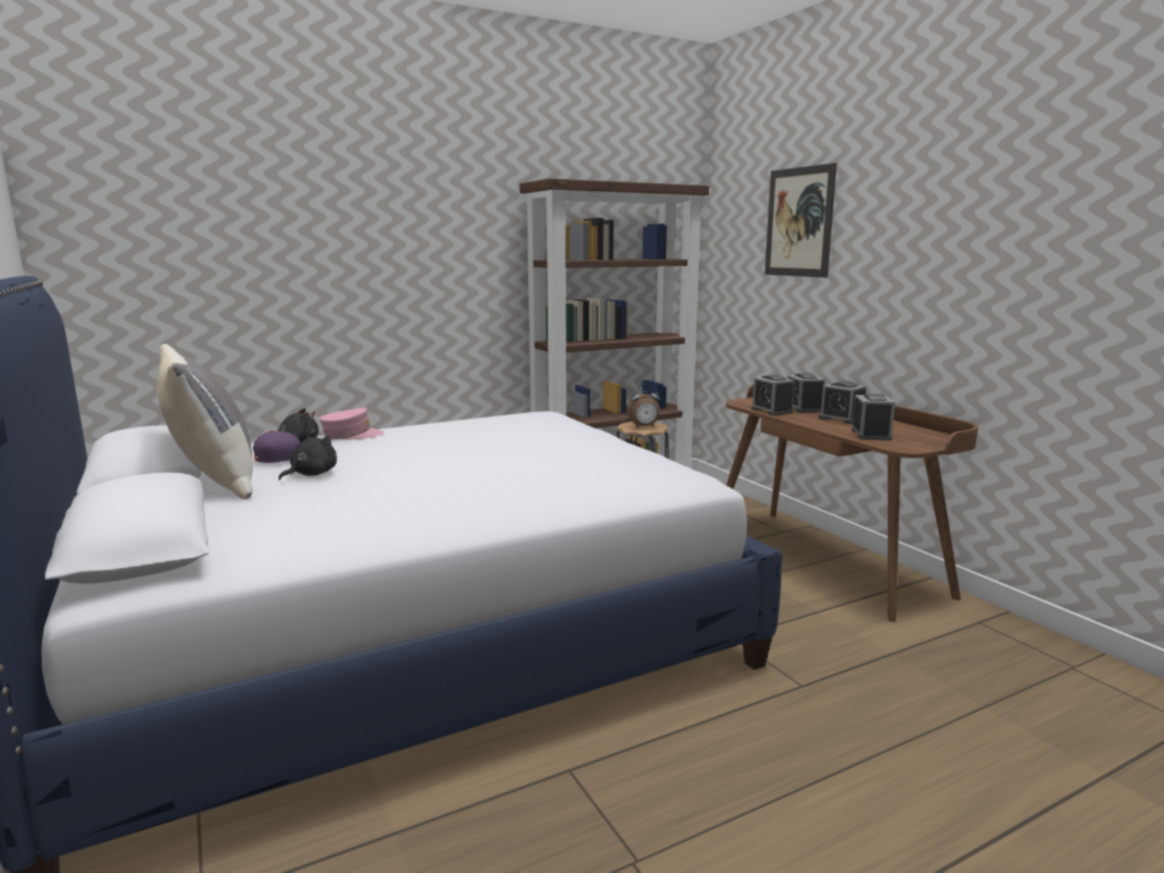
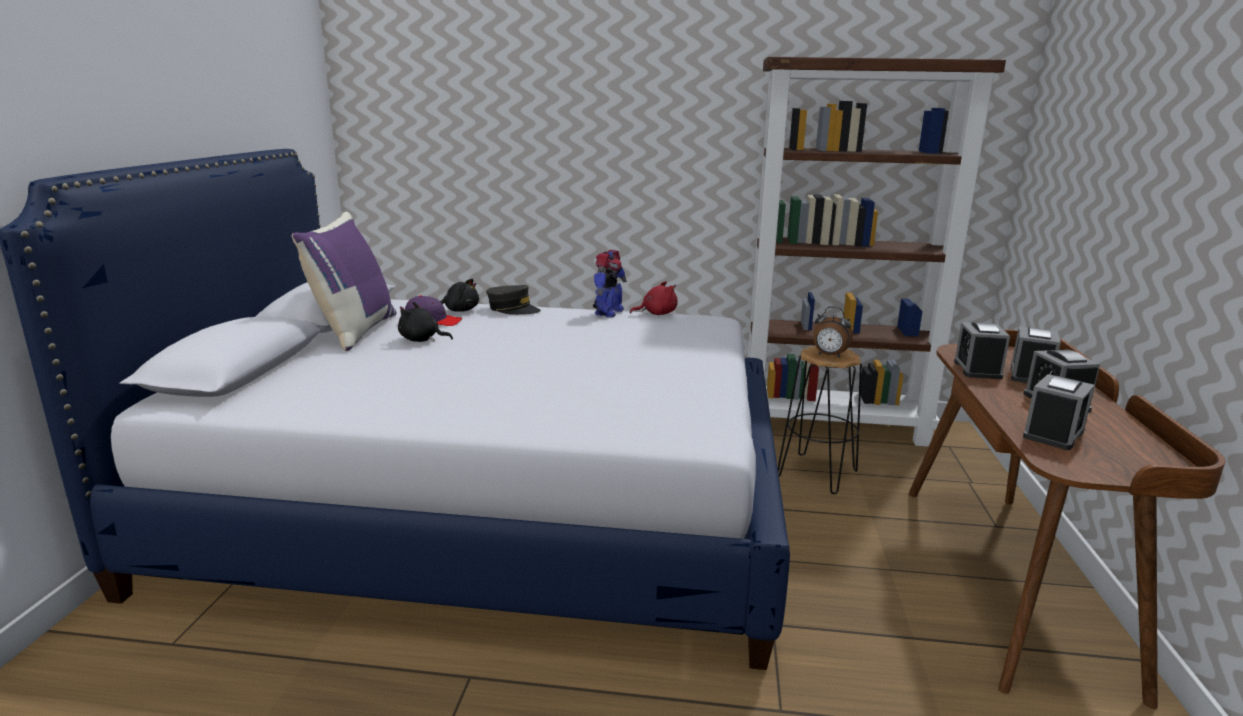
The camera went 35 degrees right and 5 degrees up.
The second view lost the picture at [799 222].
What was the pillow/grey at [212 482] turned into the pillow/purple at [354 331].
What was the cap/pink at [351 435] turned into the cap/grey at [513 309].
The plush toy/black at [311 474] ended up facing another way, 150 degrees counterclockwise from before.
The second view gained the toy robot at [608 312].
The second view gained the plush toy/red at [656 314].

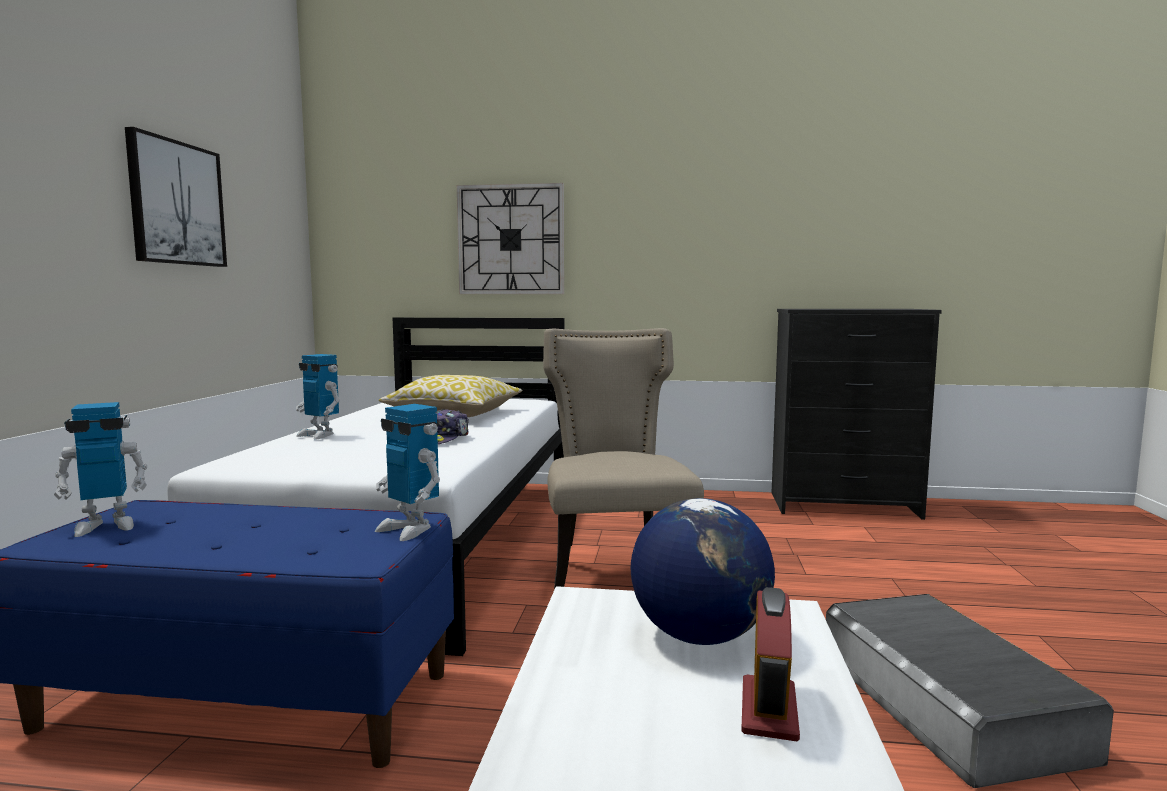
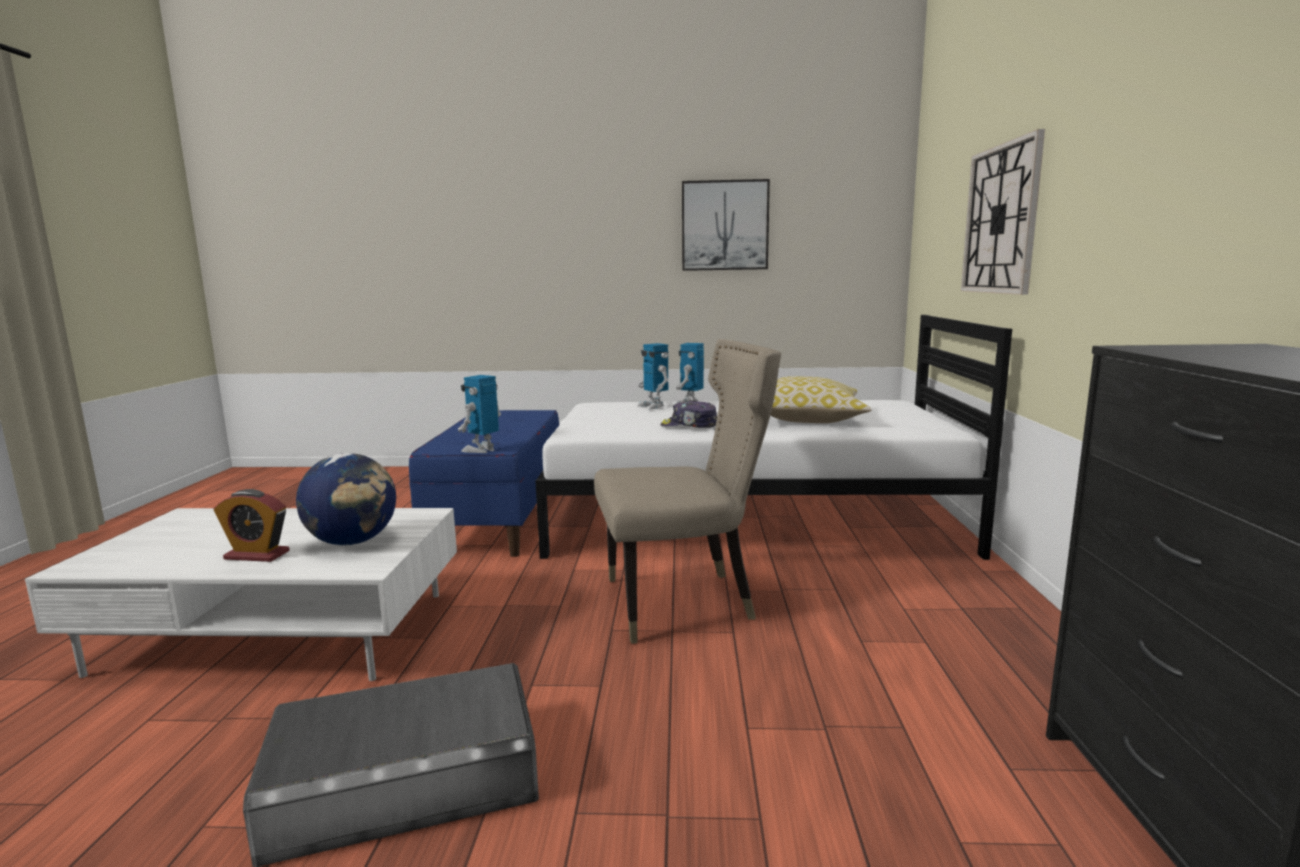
The camera went 85 degrees right and 5 degrees up.
The toy robot ended up elsewhere, having gone from [106 526] to [653 406].

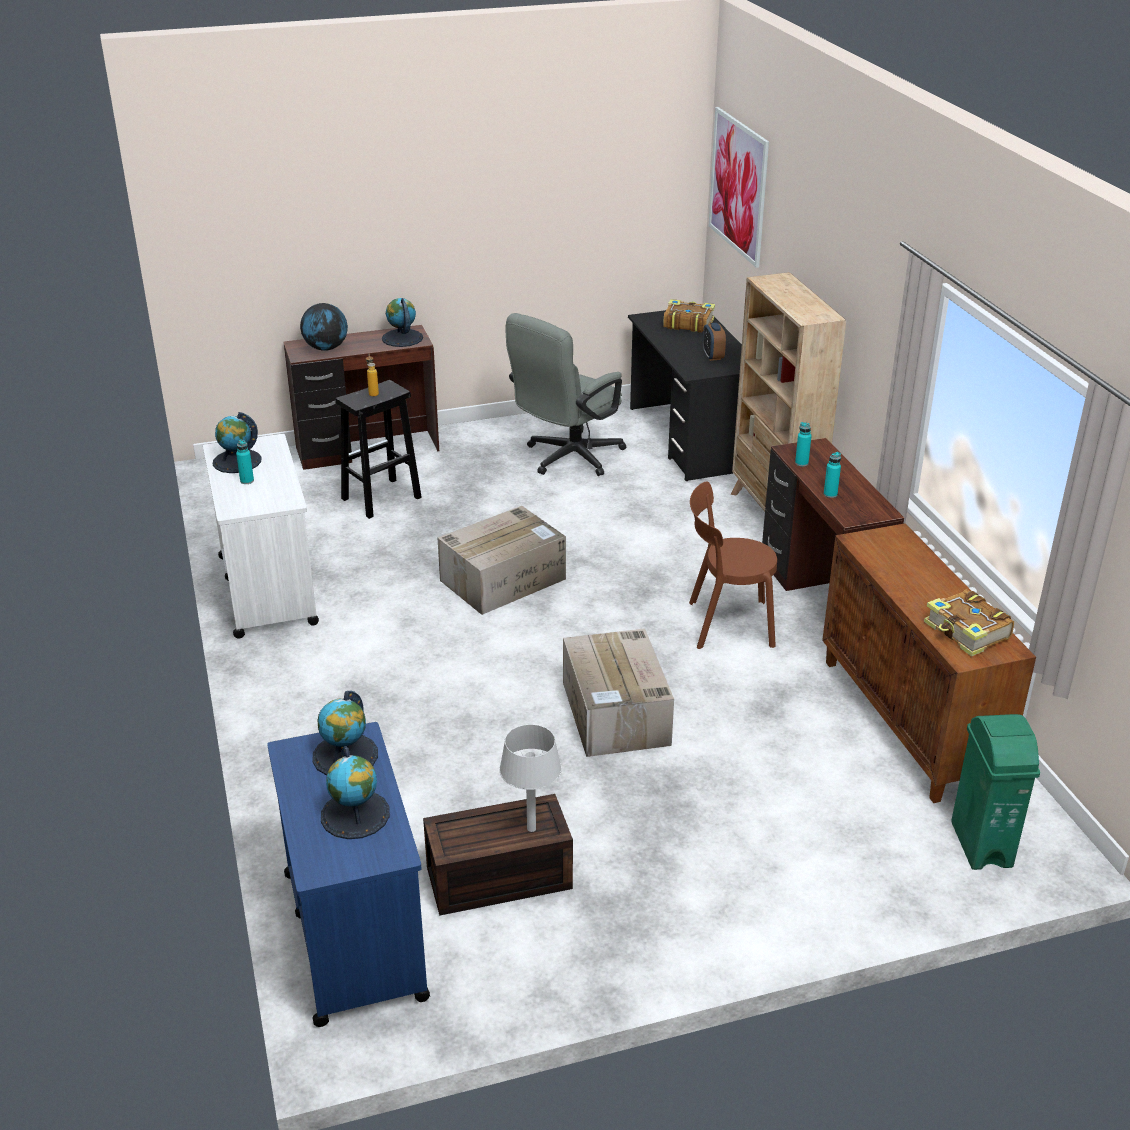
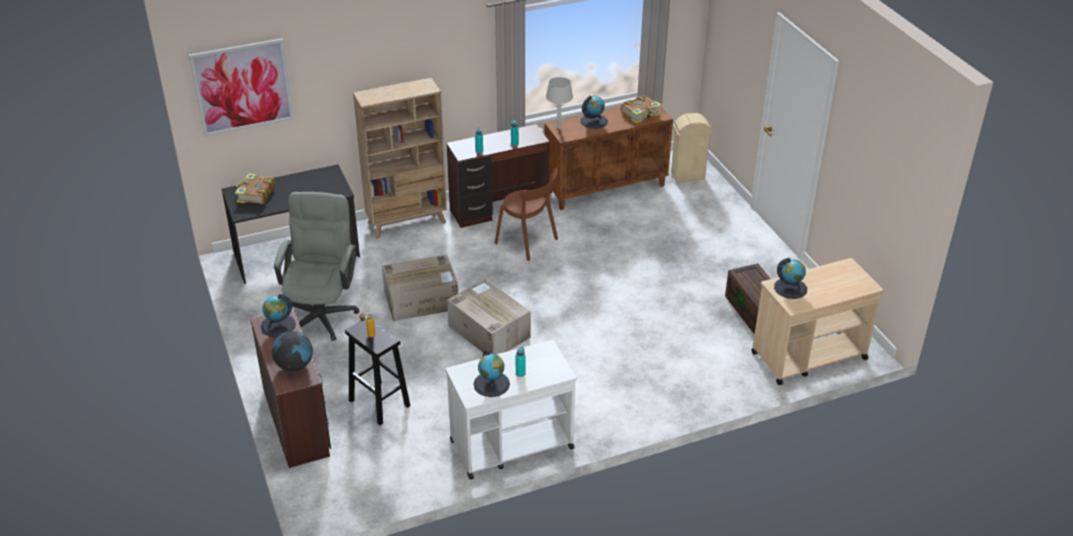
The camera went 95 degrees left and 5 degrees up.
The office chair/grey at [567 459] ended up facing another way, 120 degrees counterclockwise from before.
The second view lost the alarm clock at [713 356].
The chair/brown at [725 624] ended up facing another way, 45 degrees counterclockwise from before.
The cardboard box ended up elsewhere, having gone from [616 714] to [422 299].
What was the trash can/green at [981 844] turned into the trash can/beige at [687 176].
What was the cart/blue at [354 933] turned into the cart/beige at [808 356].
The table lamp/grey ended up elsewhere, having gone from [532 828] to [558 127].
The globe ended up elsewhere, having gone from [355 814] to [594 121].

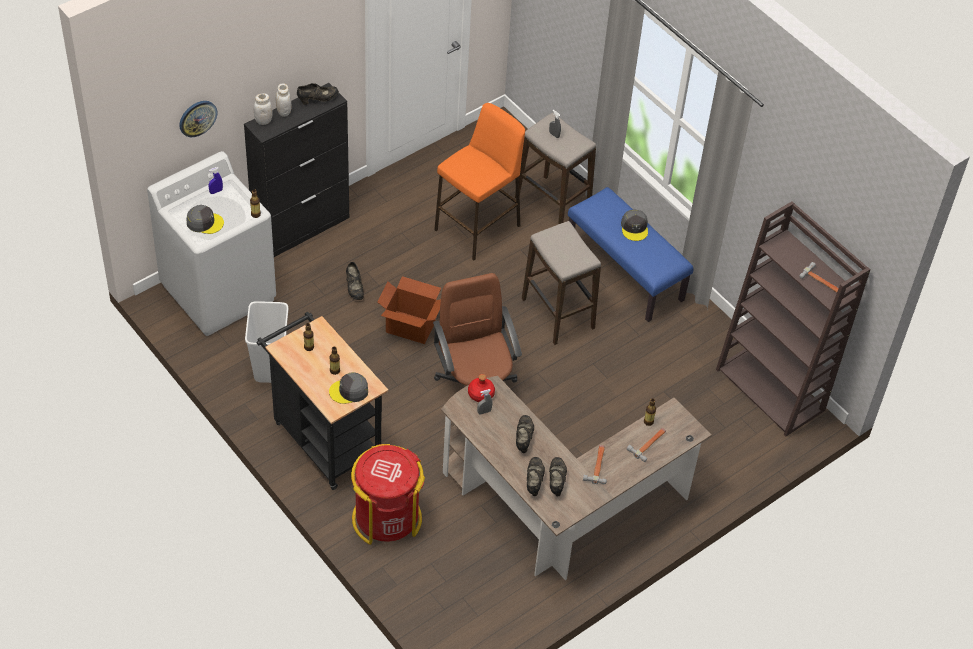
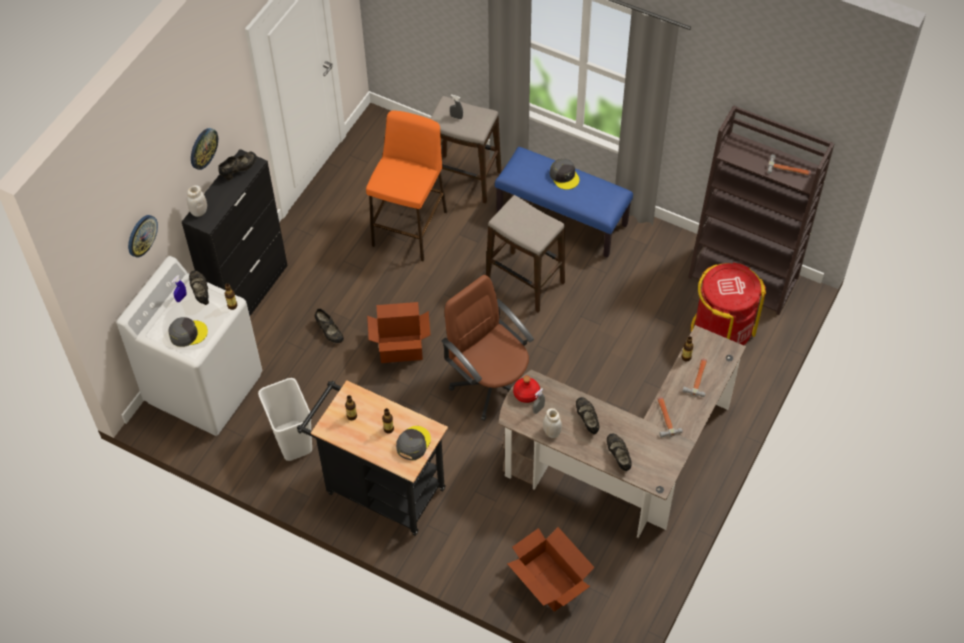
The camera went 20 degrees left and 5 degrees up.
The jar/white ended up elsewhere, having gone from [284 112] to [551 432].
The cap/grey at [349 391] ended up facing another way, 150 degrees clockwise from before.
The trash can/red ended up elsewhere, having gone from [386 518] to [721 330].
The shoe/black ended up elsewhere, having gone from [556 481] to [200 292].
The second view gained the wall clock at [203 148].
The second view gained the cardboard box at [549 581].

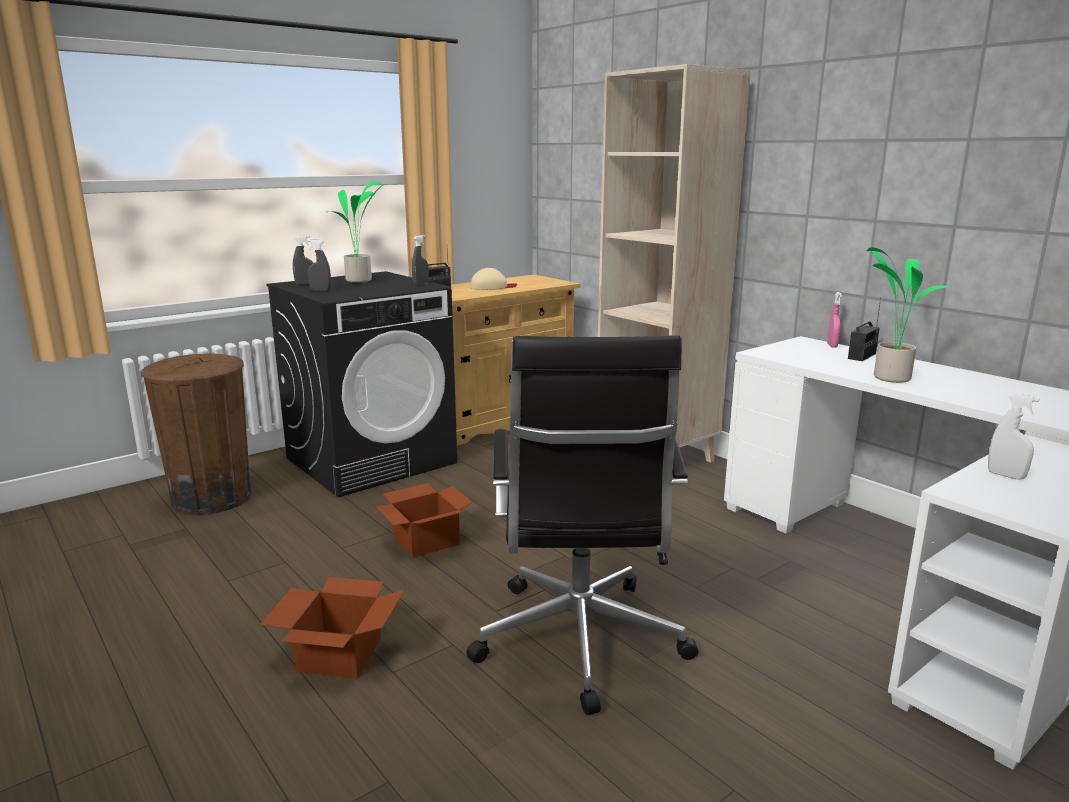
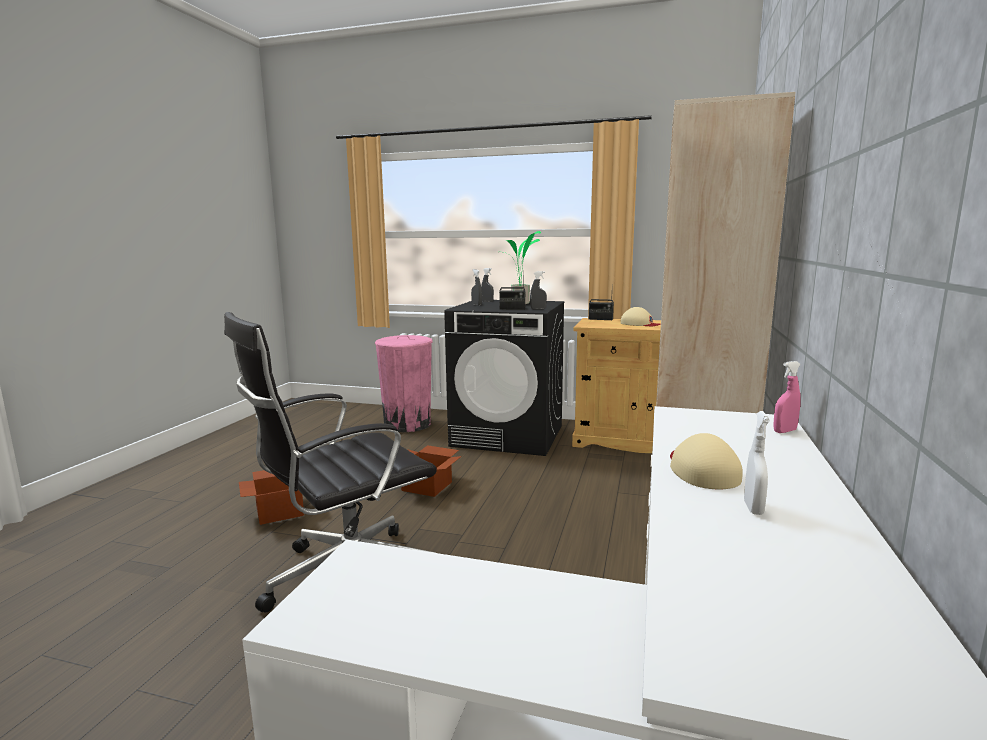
The camera went 55 degrees right and 5 degrees down.
Where the potted plant stood at [890 377], the cap/beige came to stand at [701 470].
The radio ended up elsewhere, having gone from [862 356] to [512 309].
What was the trash can/brown at [212 498] turned into the trash can/pink at [407 424].
The spray bottle/white ended up elsewhere, having gone from [1006 475] to [753 508].

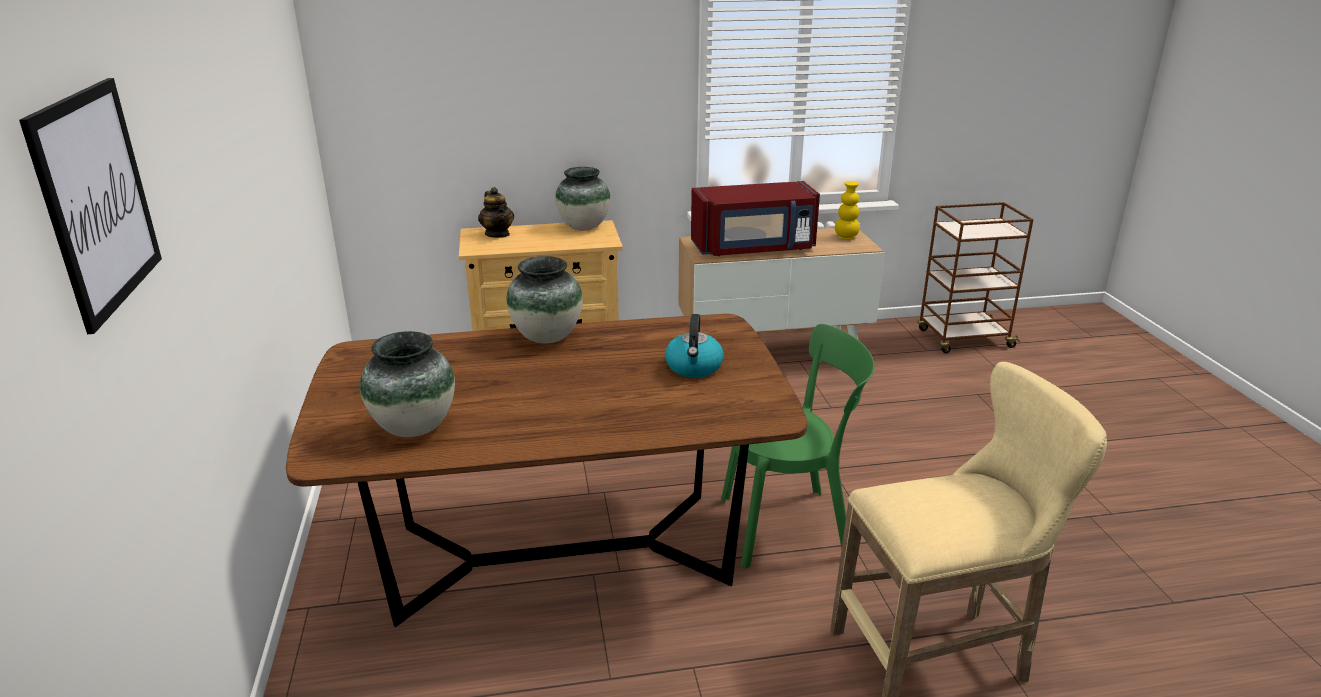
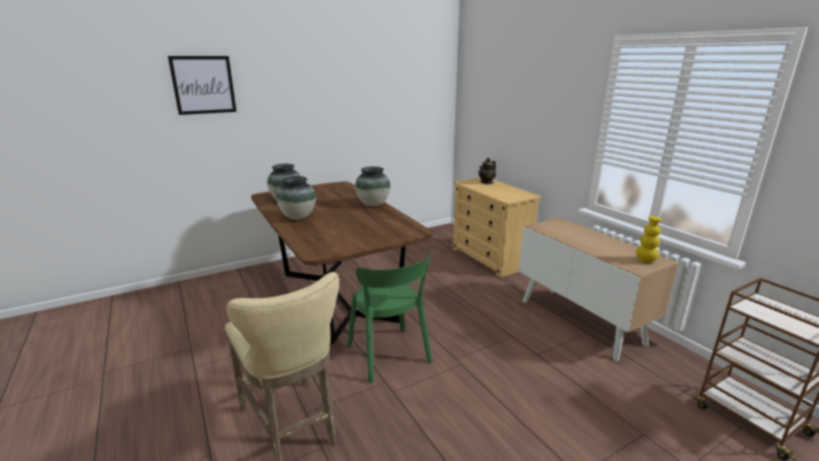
The camera went 70 degrees right and 5 degrees down.
The vase ended up elsewhere, having gone from [583 227] to [298 217].
The second view lost the microwave/red at [754 248].
The second view lost the kettle at [694 367].

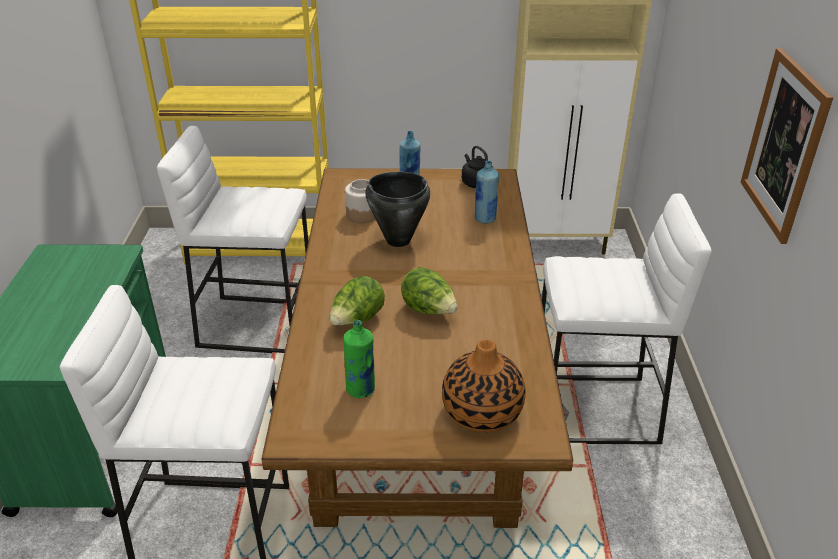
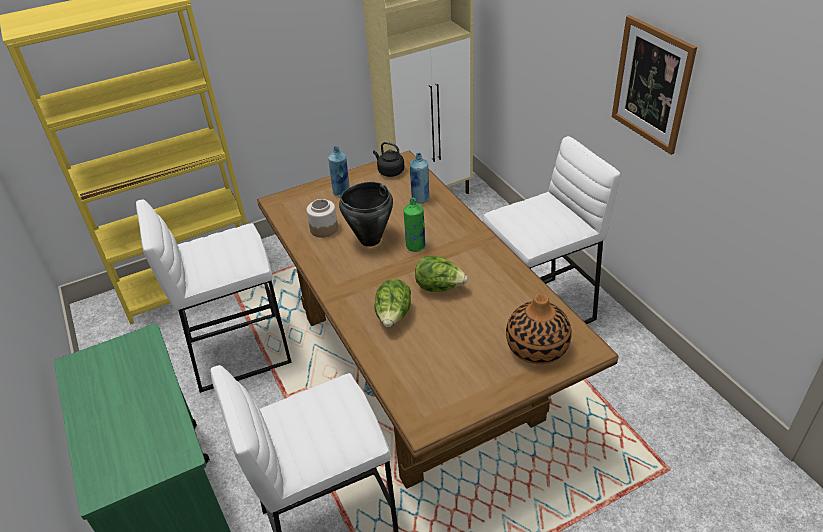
The camera went 25 degrees left and 5 degrees up.
The bottle/green ended up elsewhere, having gone from [361 389] to [415 246].

